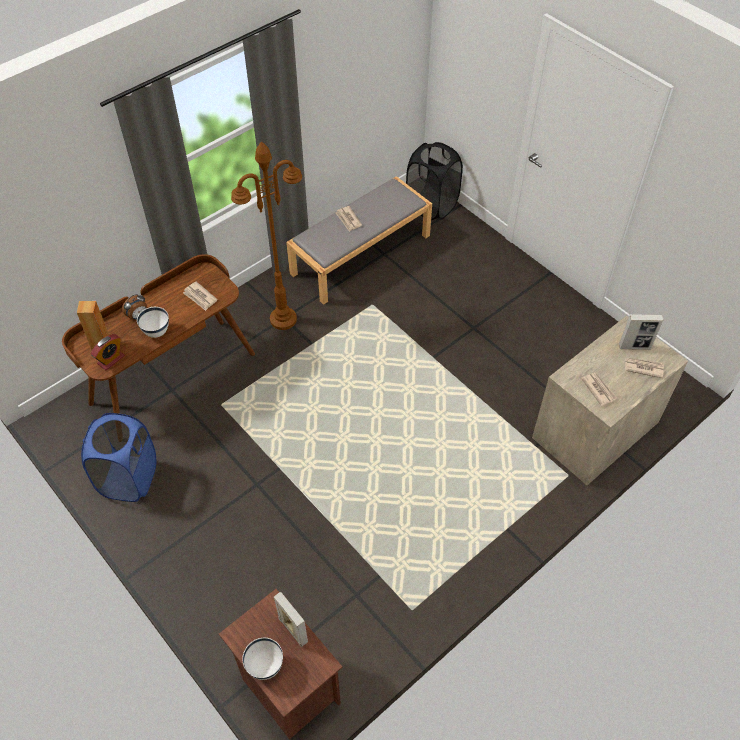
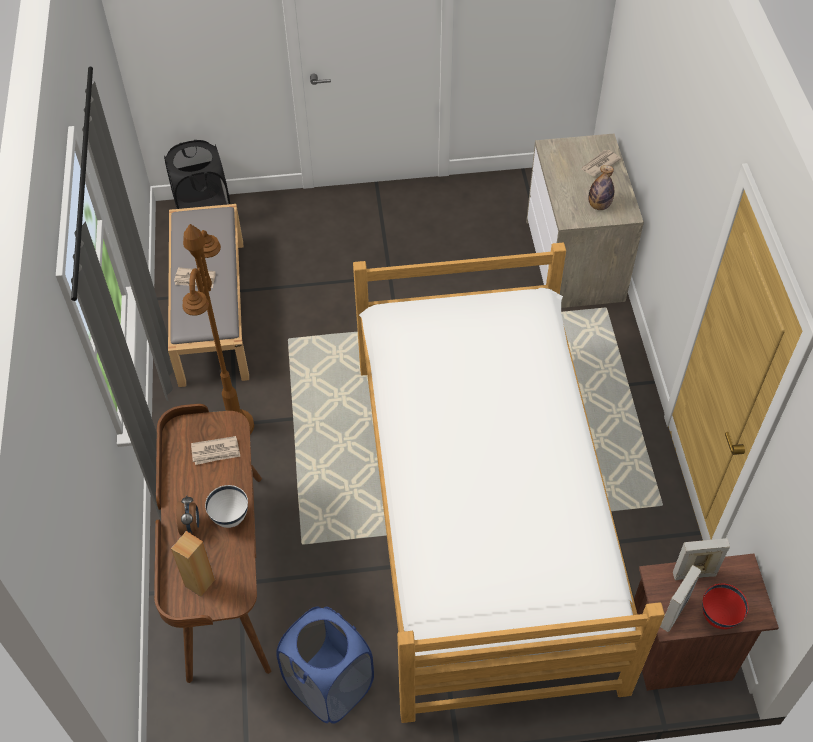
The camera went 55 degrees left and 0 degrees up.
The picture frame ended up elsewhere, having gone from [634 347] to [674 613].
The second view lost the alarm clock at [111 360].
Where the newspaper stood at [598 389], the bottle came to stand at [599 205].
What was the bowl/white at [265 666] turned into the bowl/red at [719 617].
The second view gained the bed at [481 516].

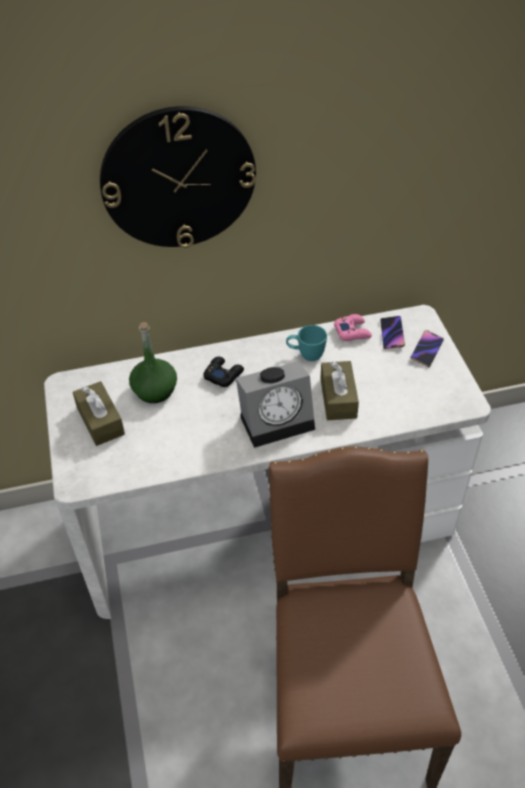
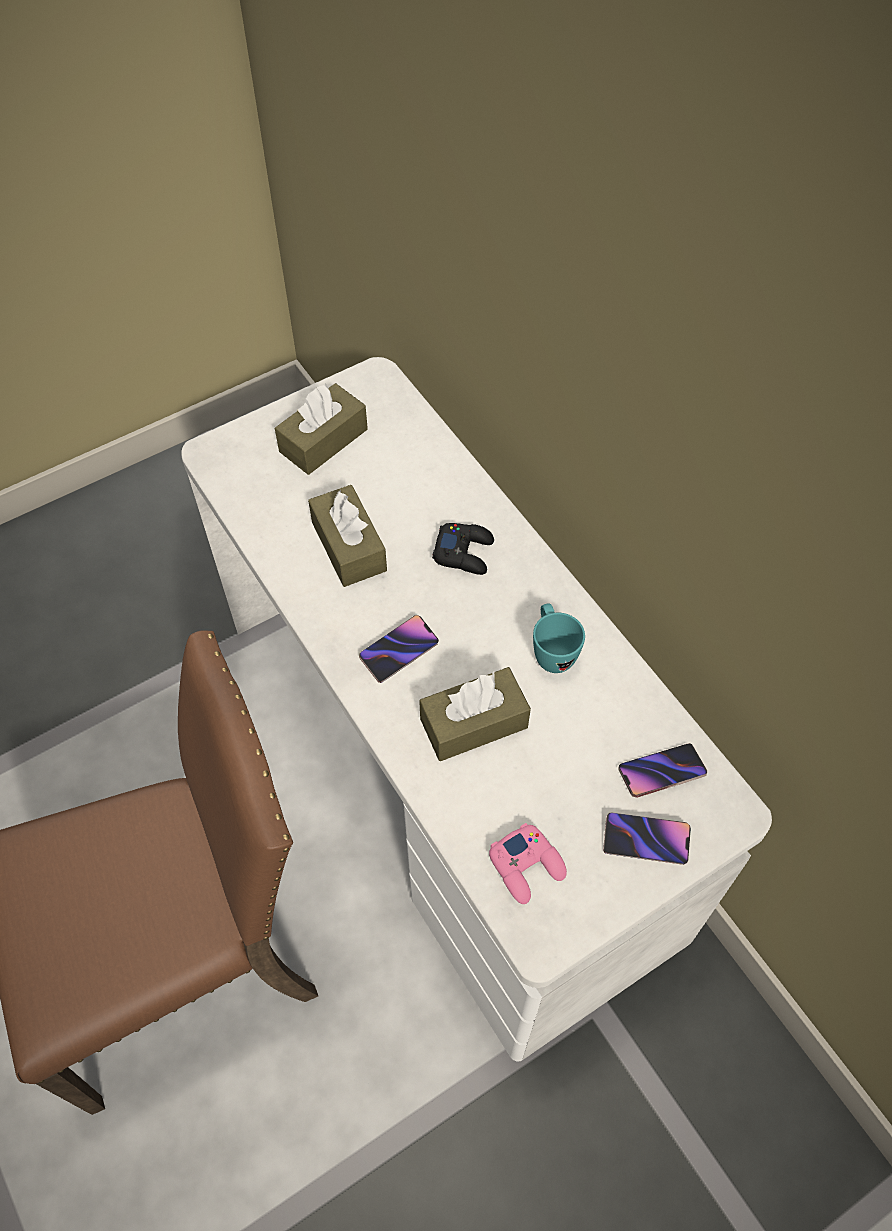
The camera went 70 degrees right and 10 degrees up.
The second view lost the wall clock at [178 179].
The game controller/pink ended up elsewhere, having gone from [352 331] to [527 866].
The second view lost the bottle/green at [155 390].
Where the alarm clock stood at [278 419], the phone came to stand at [399 650].
The second view gained the tissue box/brown at [349 546].

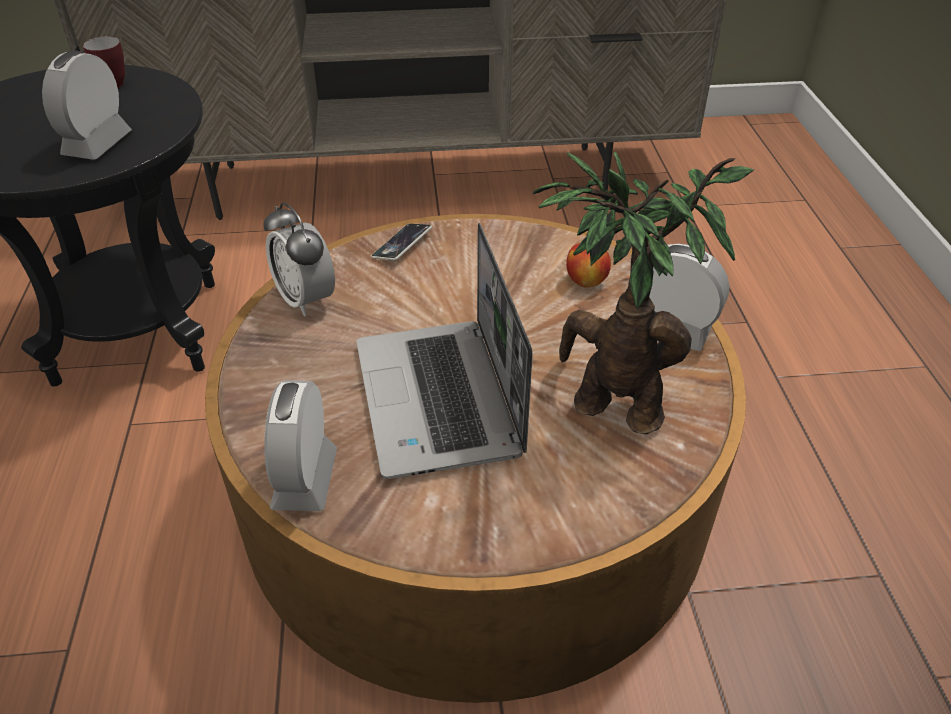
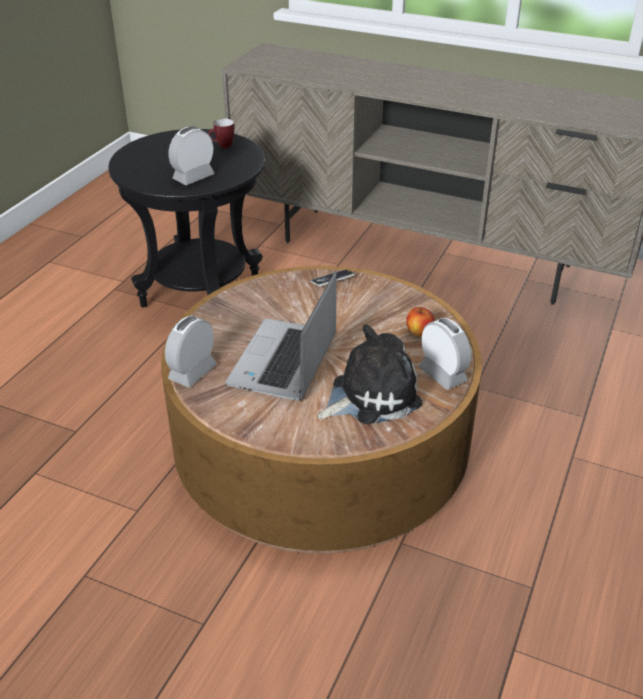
The camera went 30 degrees right and 5 degrees down.
Where the potted plant stood at [609 403], the plush toy came to stand at [370 396].
The second view lost the alarm clock at [306 299].

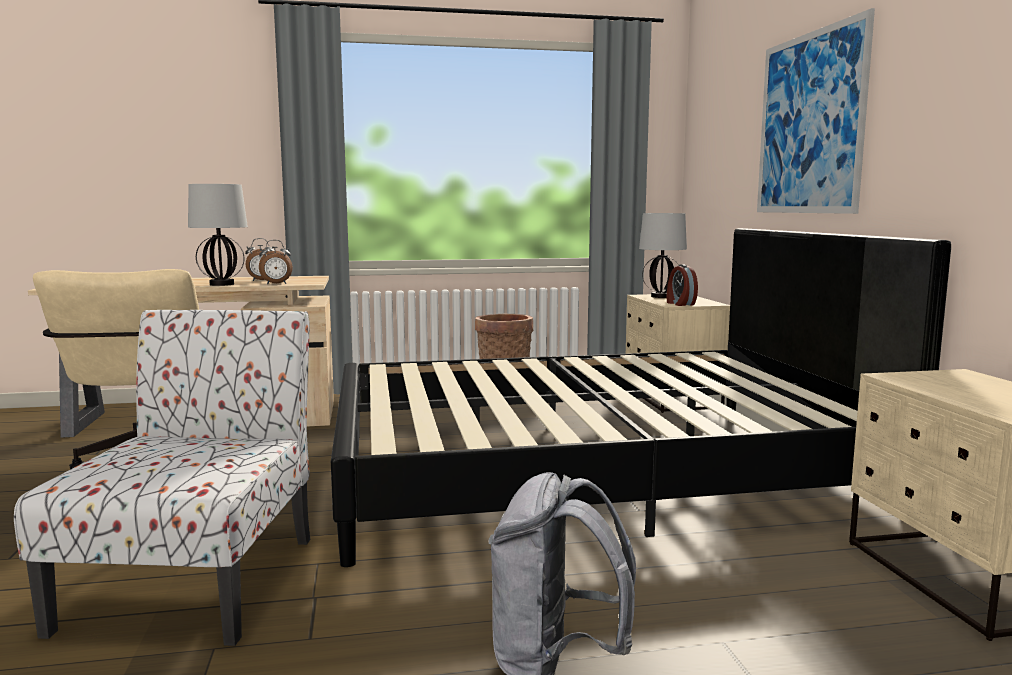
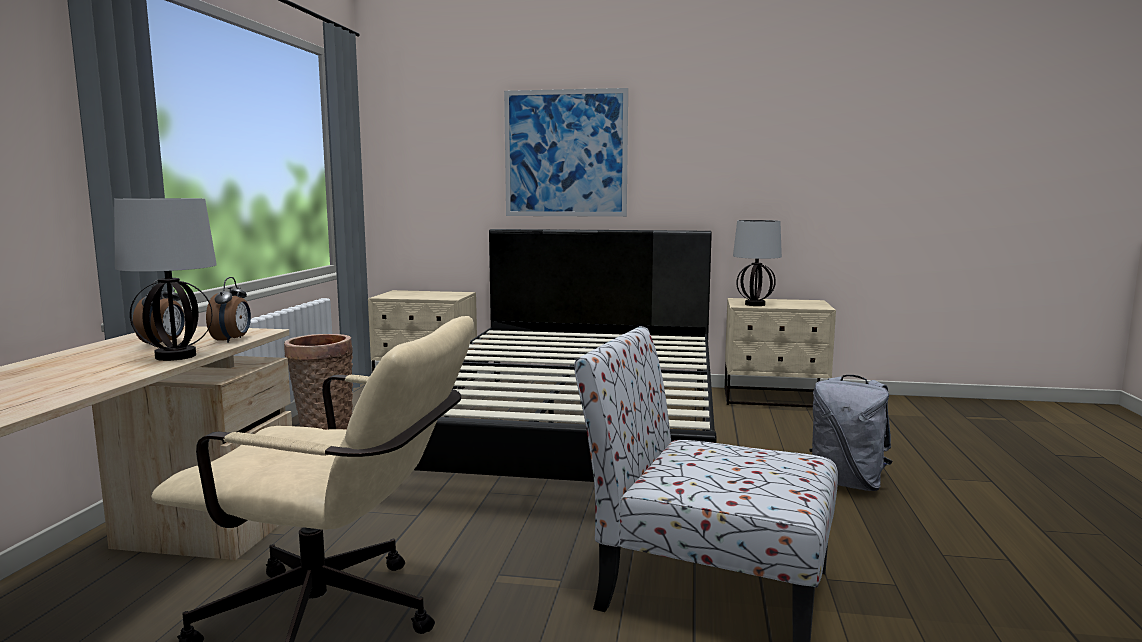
The camera went 70 degrees left and 0 degrees up.
The table lamp ended up elsewhere, having gone from [661 296] to [754 304].
The second view lost the alarm clock at [680 304].

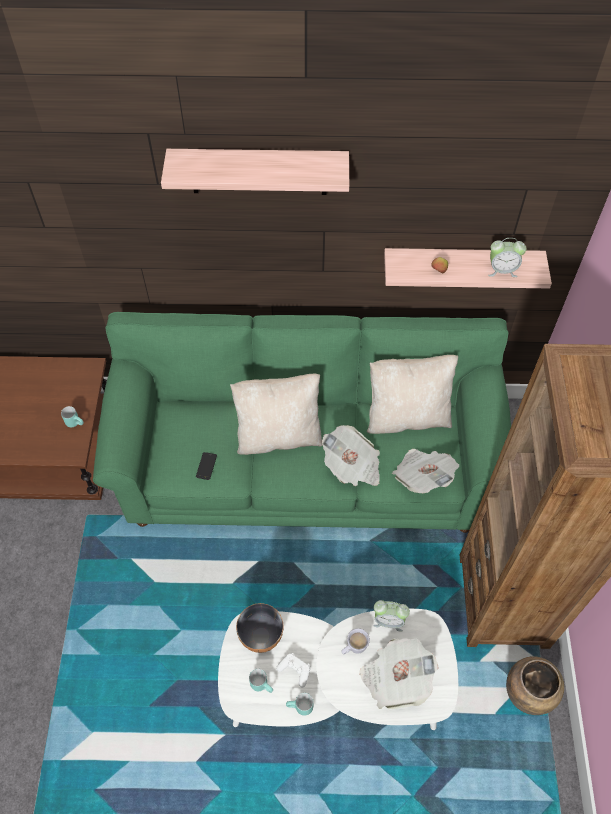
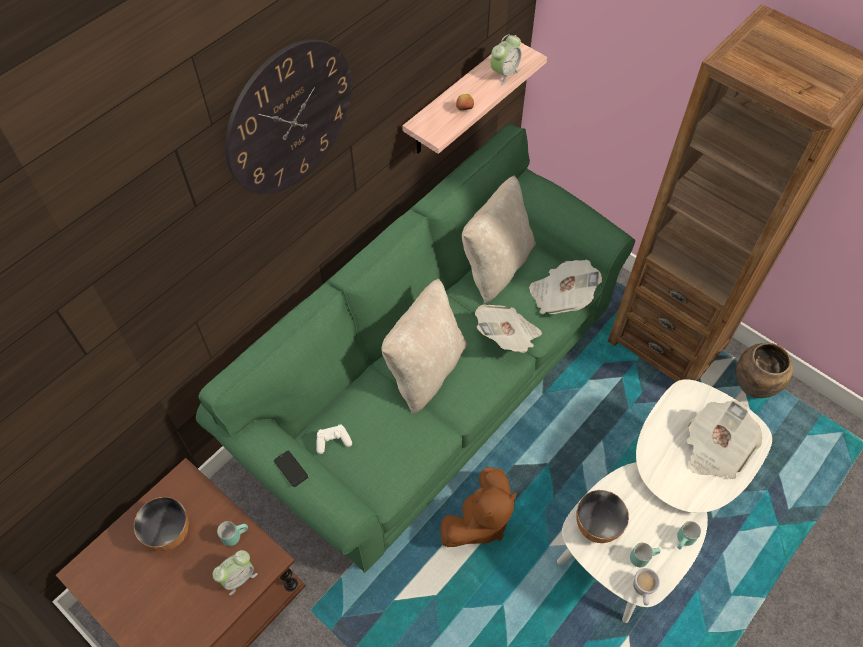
The camera went 50 degrees left and 0 degrees up.
Where the shelf hung at [258 171], the wall clock came to hang at [289 118].
The phone ended up elsewhere, having gone from [206 466] to [291 469].
The alarm clock ended up elsewhere, having gone from [388 620] to [238 577].
The mug/white ended up elsewhere, having gone from [353 648] to [642 591].
The game controller/white ended up elsewhere, having gone from [295 670] to [333 441].
The second view gained the plush toy/brown at [479 521].
The second view gained the bowl at [169 533].

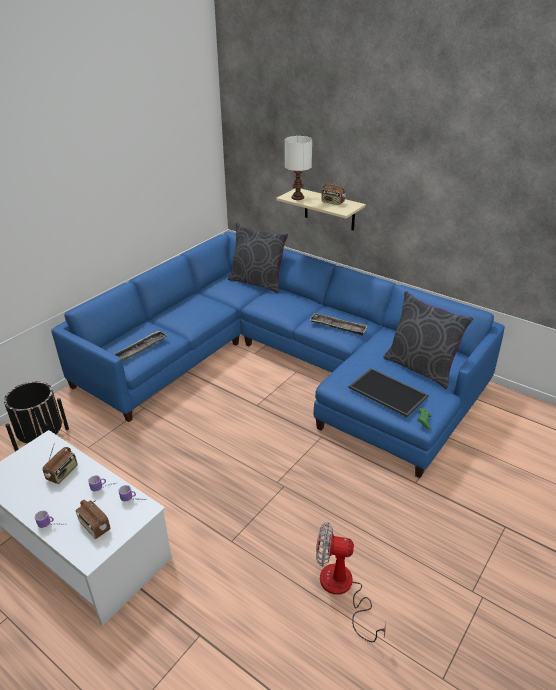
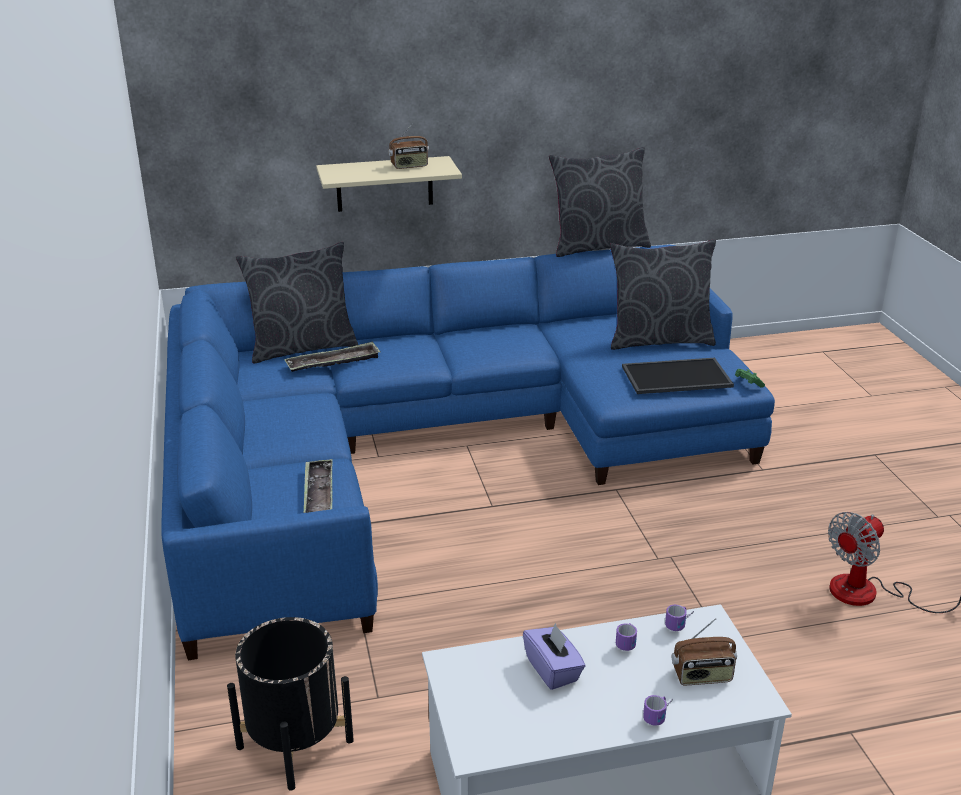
The camera went 50 degrees left and 5 degrees down.
The second view lost the table lamp/white at [298 198].
The tray ended up elsewhere, having gone from [338 326] to [333 362].
Where the radio stood at [63 473], the tissue box/purple came to stand at [553 670].
The second view gained the pillow/grey at [598 246].

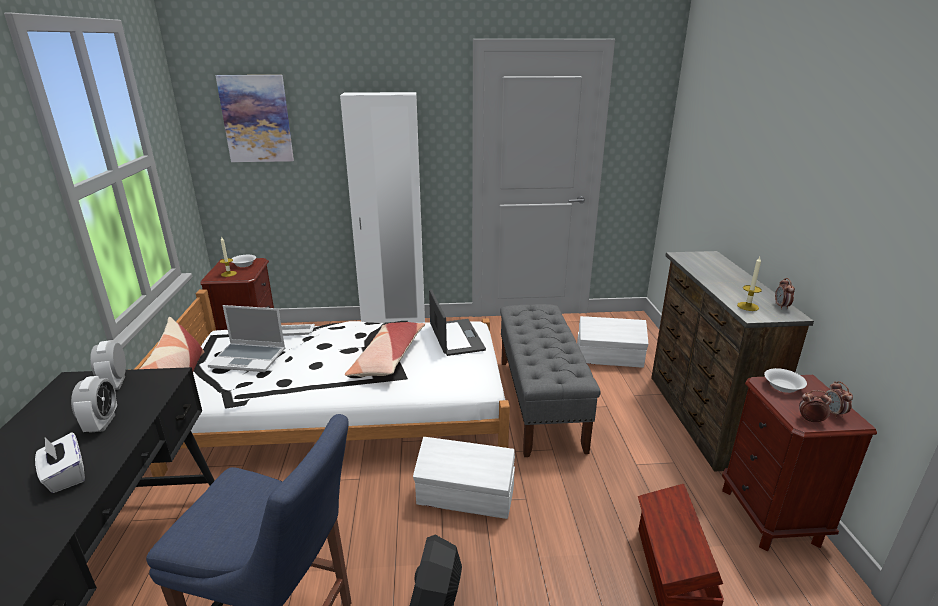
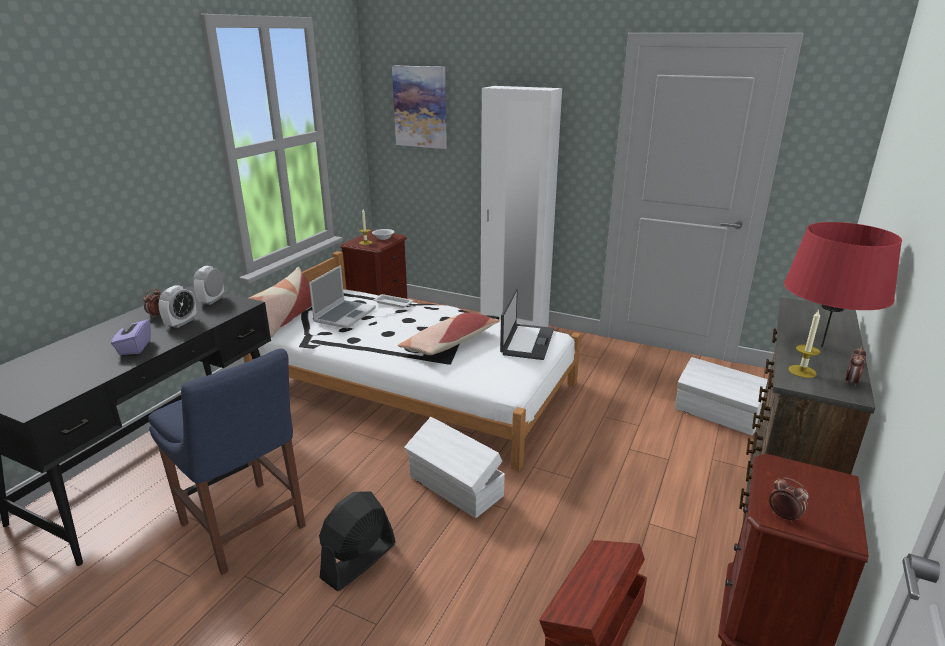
The camera went 30 degrees right and 0 degrees up.
The second view lost the bench/grey at [539 402].
The laptop at [249 358] ended up facing another way, 105 degrees counterclockwise from before.
The second view lost the bowl/white at [783 387].
The alarm clock ended up elsewhere, having gone from [833 413] to [157 315].
What was the tissue box/white at [65 476] turned into the tissue box/purple at [134 347].
The second view gained the table lamp/red at [822 347].

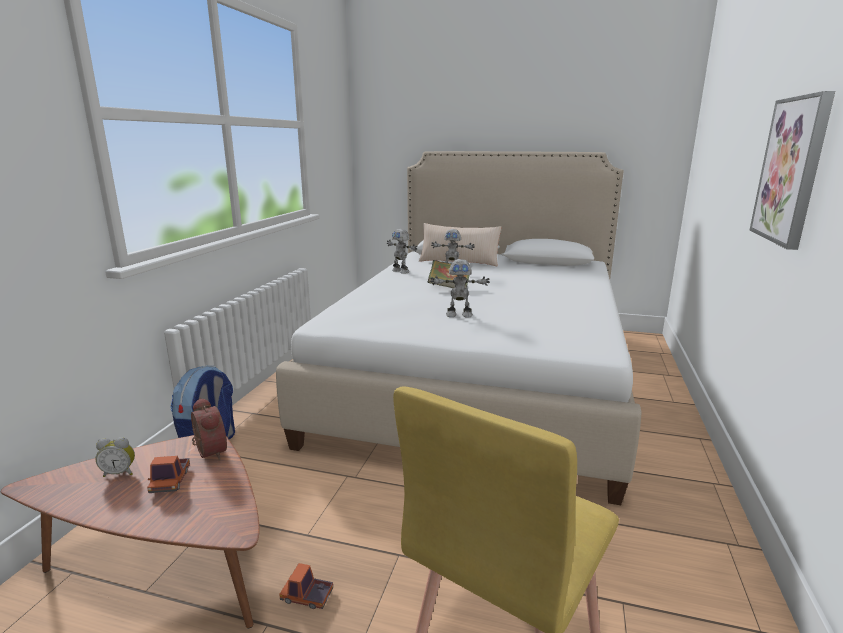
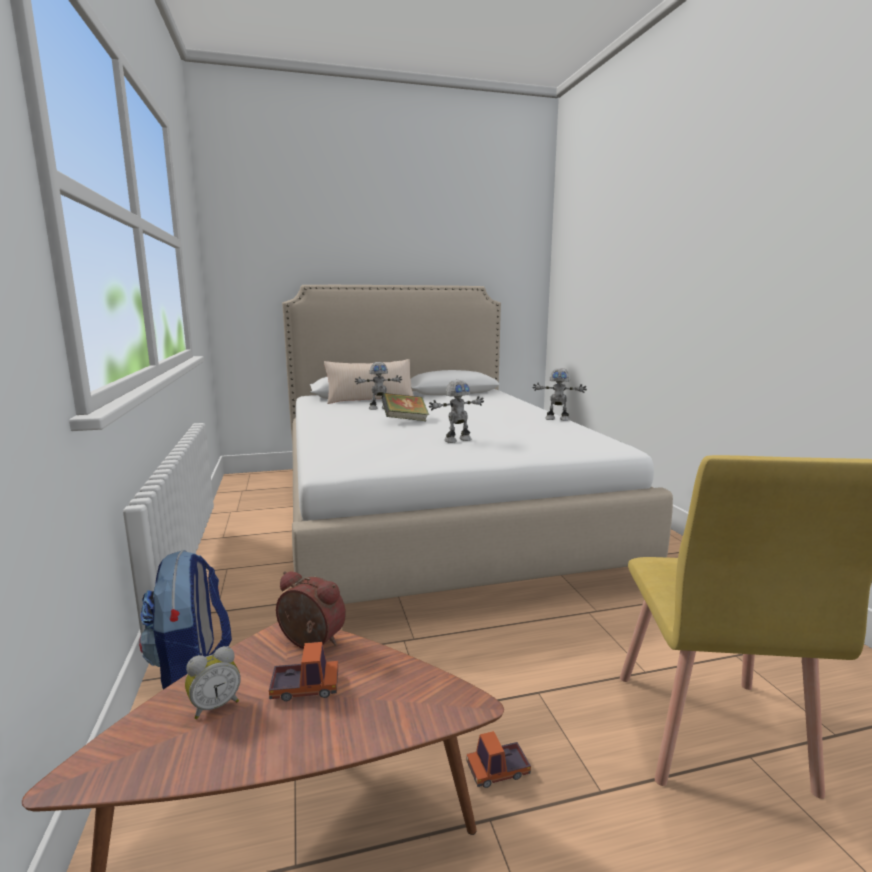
The camera went 30 degrees left and 5 degrees down.
The second view lost the picture at [791 170].
The toy robot ended up elsewhere, having gone from [401 271] to [557 419].
The toy truck at [170 481] ended up facing another way, 60 degrees counterclockwise from before.

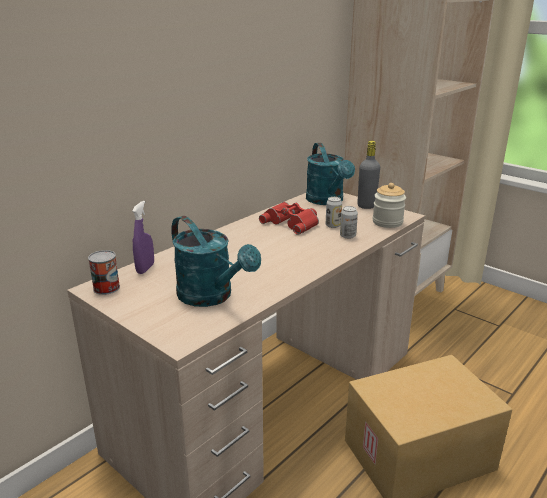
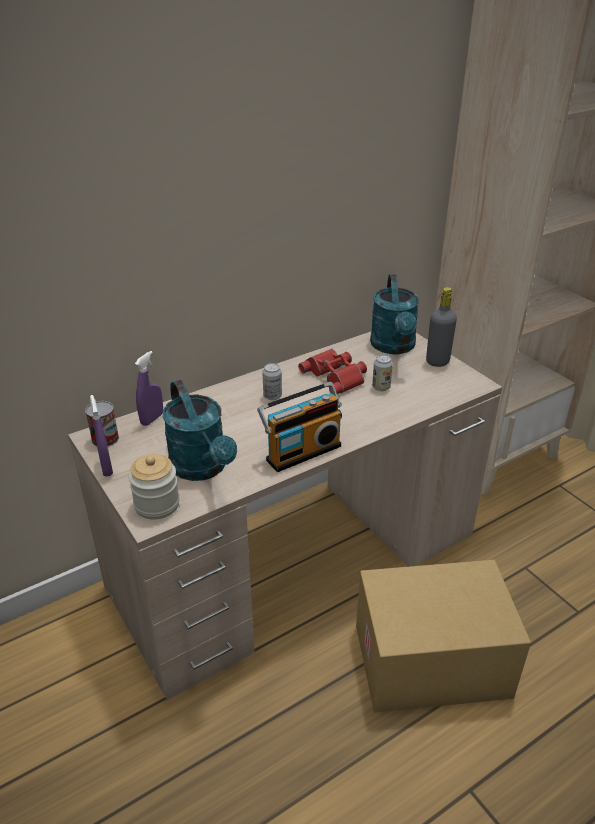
The camera went 15 degrees right and 10 degrees up.
The jar ended up elsewhere, having gone from [387 222] to [157 504].
The can ended up elsewhere, having gone from [347 236] to [272 396].
The second view gained the radio at [302 451].
The second view gained the spray bottle/purple at [106 468].

